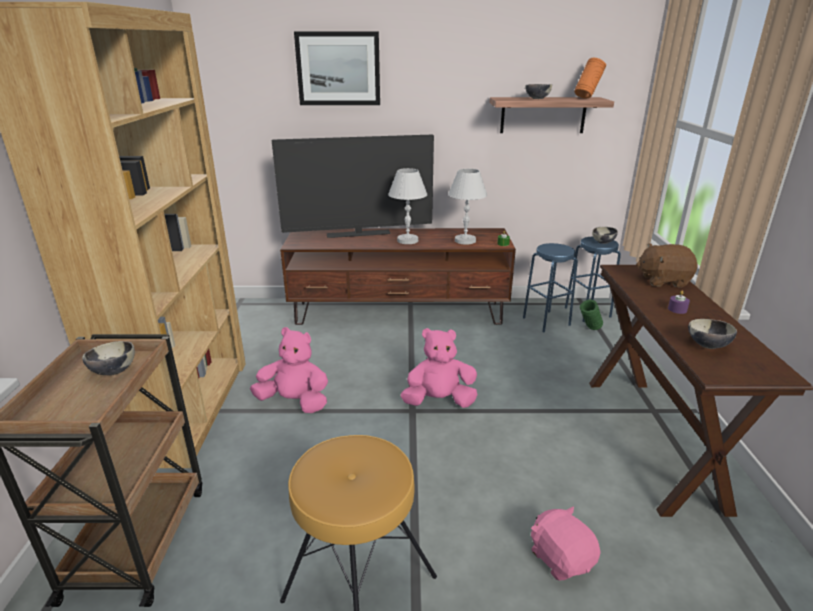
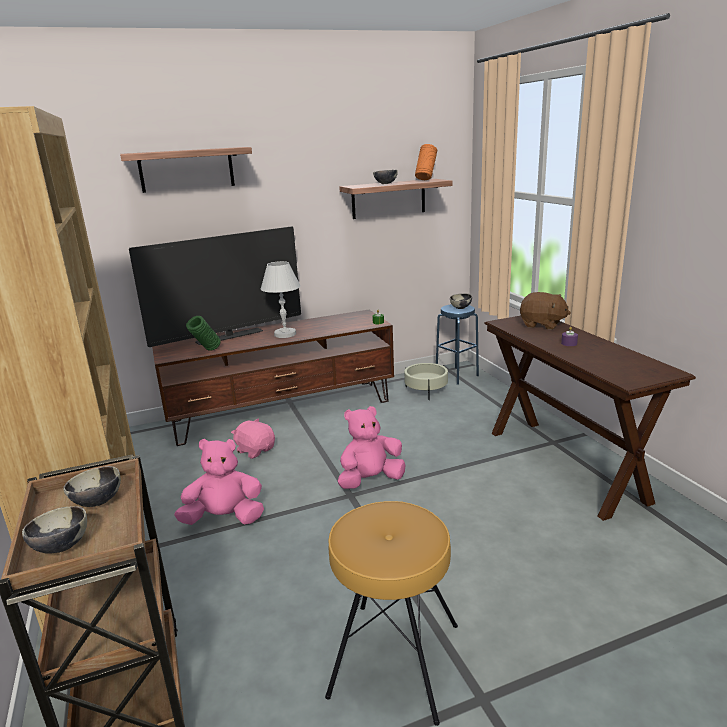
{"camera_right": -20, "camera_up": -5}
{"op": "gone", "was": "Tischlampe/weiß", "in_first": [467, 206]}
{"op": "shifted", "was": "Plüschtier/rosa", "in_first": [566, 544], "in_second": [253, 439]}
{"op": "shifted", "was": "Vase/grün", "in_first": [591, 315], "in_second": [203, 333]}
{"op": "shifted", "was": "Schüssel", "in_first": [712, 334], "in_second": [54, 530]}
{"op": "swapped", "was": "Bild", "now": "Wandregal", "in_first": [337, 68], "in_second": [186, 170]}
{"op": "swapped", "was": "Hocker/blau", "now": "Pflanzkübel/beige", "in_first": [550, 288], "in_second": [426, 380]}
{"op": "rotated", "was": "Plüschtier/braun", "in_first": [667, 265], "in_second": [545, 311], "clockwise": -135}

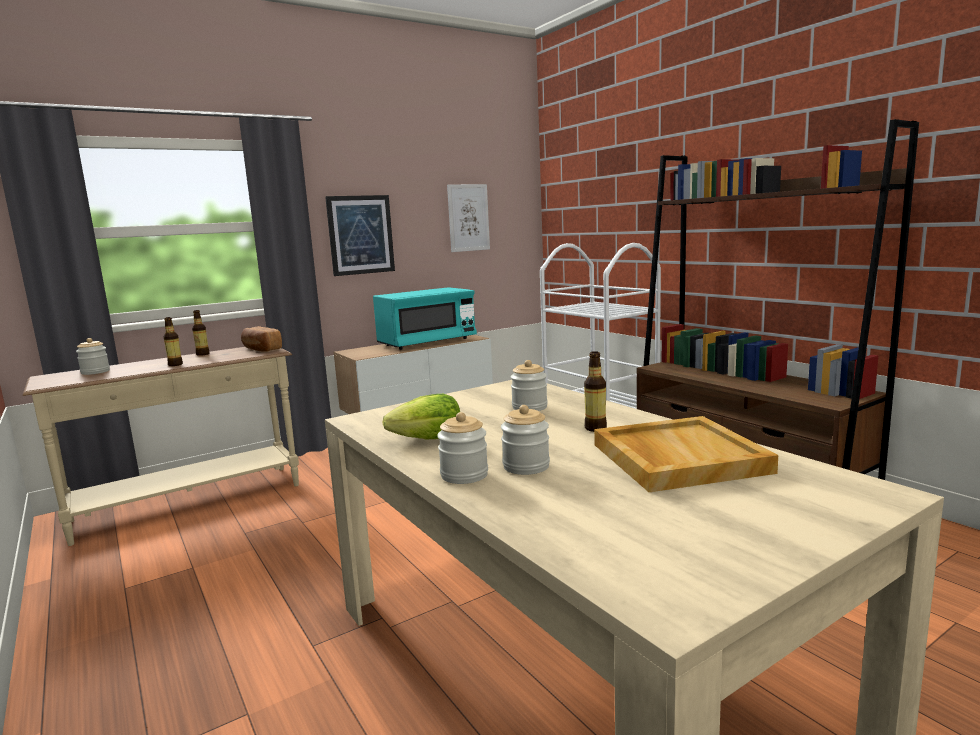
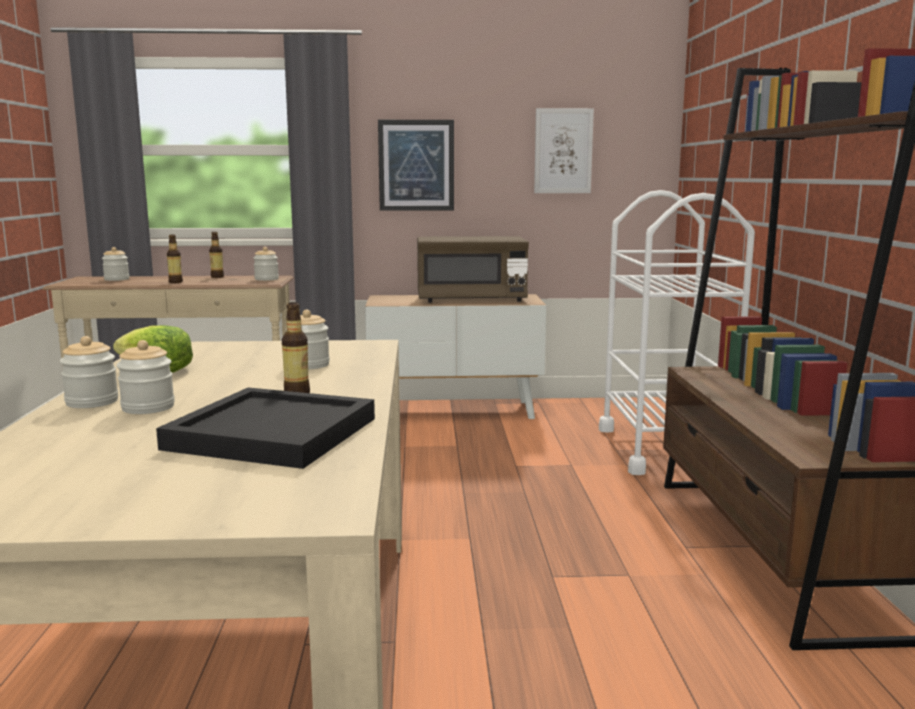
{"camera_right": 30, "camera_up": 0}
{"op": "swapped", "was": "Brot", "now": "Vorratsglas", "in_first": [261, 339], "in_second": [266, 264]}
{"op": "repainted", "was": "Mikrowelle/türkis", "now": "Mikrowelle/braun", "in_first": [425, 318], "in_second": [473, 269]}
{"op": "repainted", "was": "Tablett/beige", "now": "Tablett/schwarz", "in_first": [686, 454], "in_second": [265, 428]}

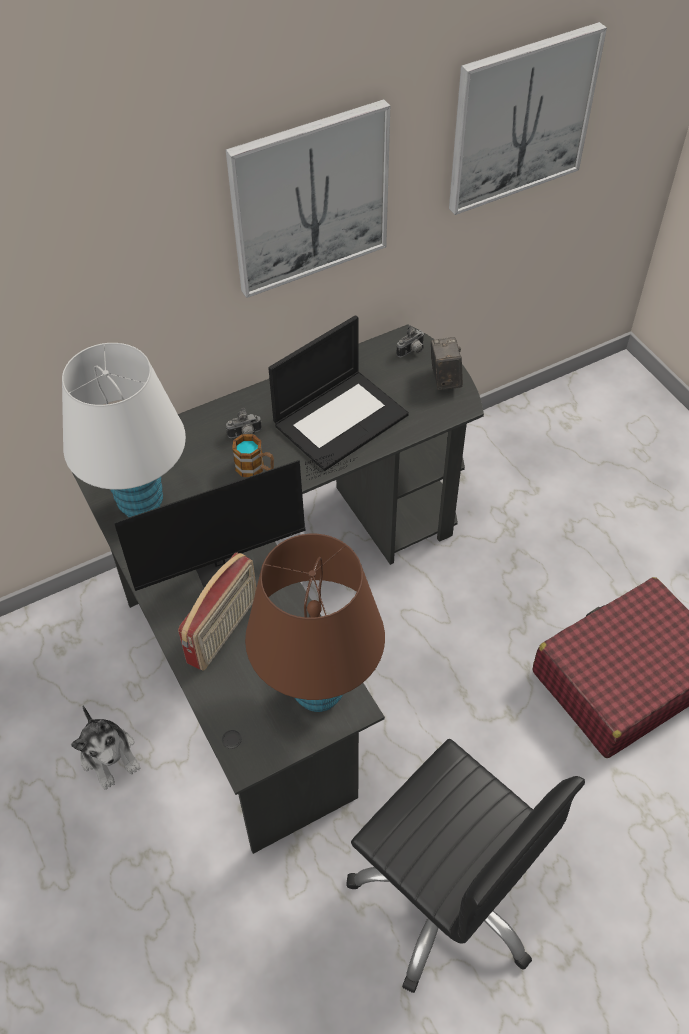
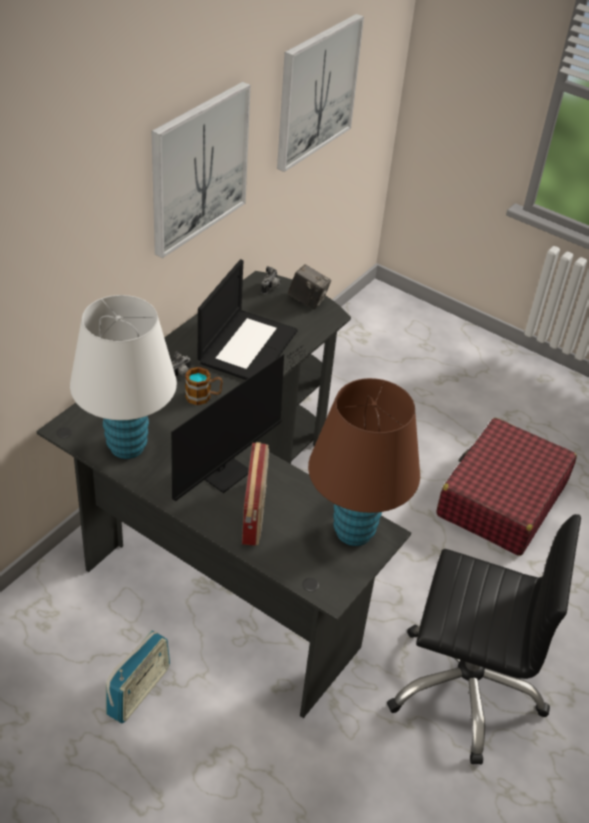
{"camera_right": -30, "camera_up": -10}
{"op": "swapped", "was": "Plüschtier", "now": "Radio", "in_first": [105, 747], "in_second": [138, 677]}
{"op": "rotated", "was": "Kamera", "in_first": [447, 363], "in_second": [309, 286], "clockwise": 150}

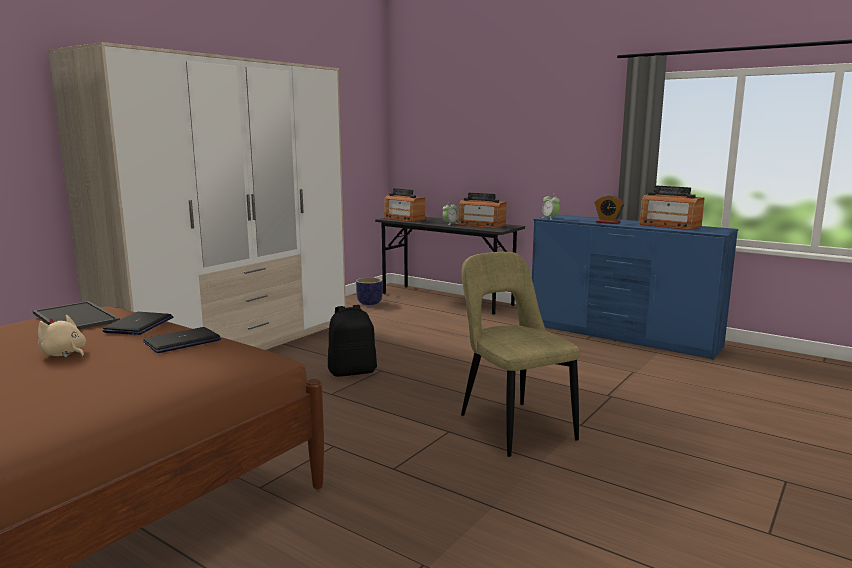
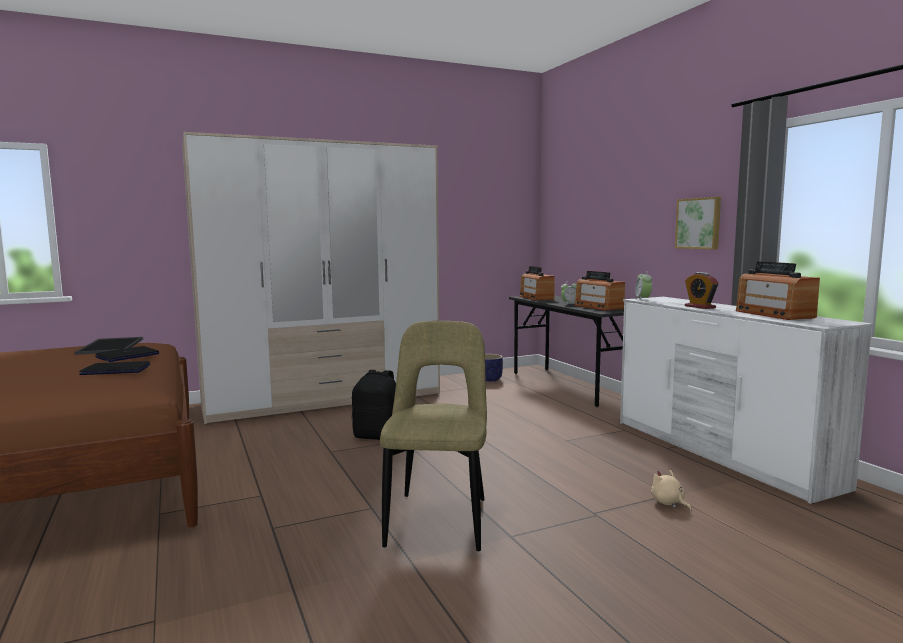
{"camera_right": 30, "camera_up": -5}
{"op": "new", "now": "Bild", "in_second": [698, 223]}
{"op": "shifted", "was": "Plüschtier/beige", "in_first": [62, 336], "in_second": [671, 490]}
{"op": "repainted", "was": "Kommode/blau", "now": "Kommode/weiß", "in_first": [635, 287], "in_second": [746, 400]}

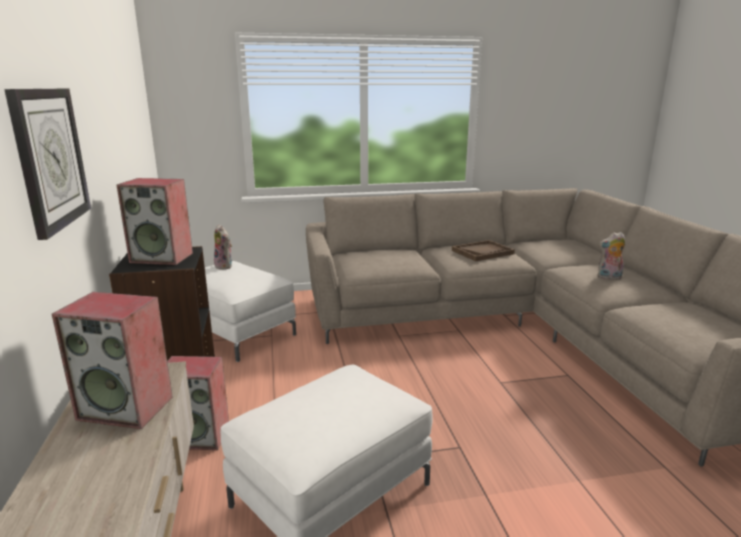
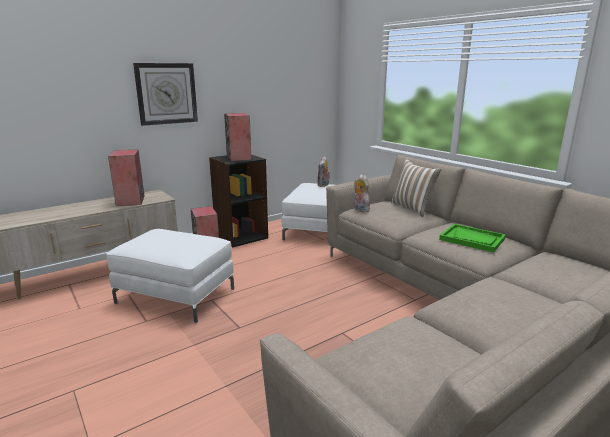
{"camera_right": 65, "camera_up": 0}
{"op": "new", "now": "Kissen", "in_second": [416, 188]}
{"op": "shifted", "was": "Plüschtier", "in_first": [611, 256], "in_second": [362, 193]}
{"op": "repainted", "was": "Tablett/braun", "now": "Tablett/grün", "in_first": [483, 250], "in_second": [472, 238]}

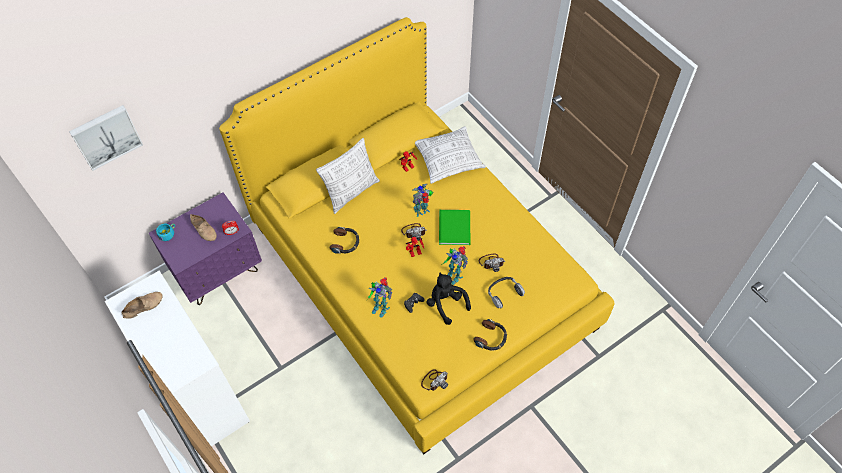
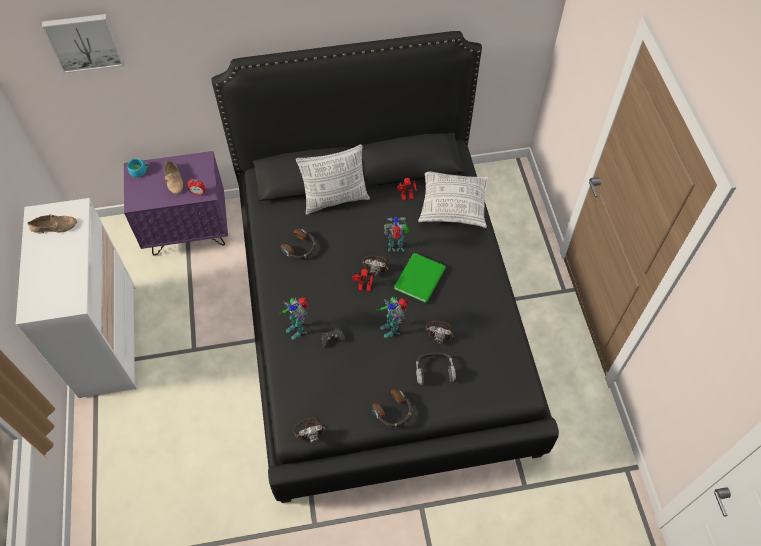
{"camera_right": 25, "camera_up": 0}
{"op": "gone", "was": "Plüschtier/schwarz", "in_first": [448, 299]}
{"op": "repainted", "was": "Bett/gelb", "now": "Bett/schwarz", "in_first": [417, 235], "in_second": [385, 267]}

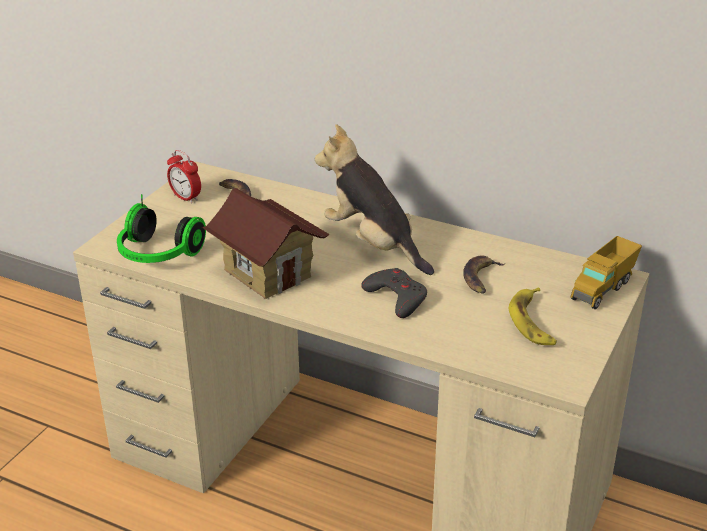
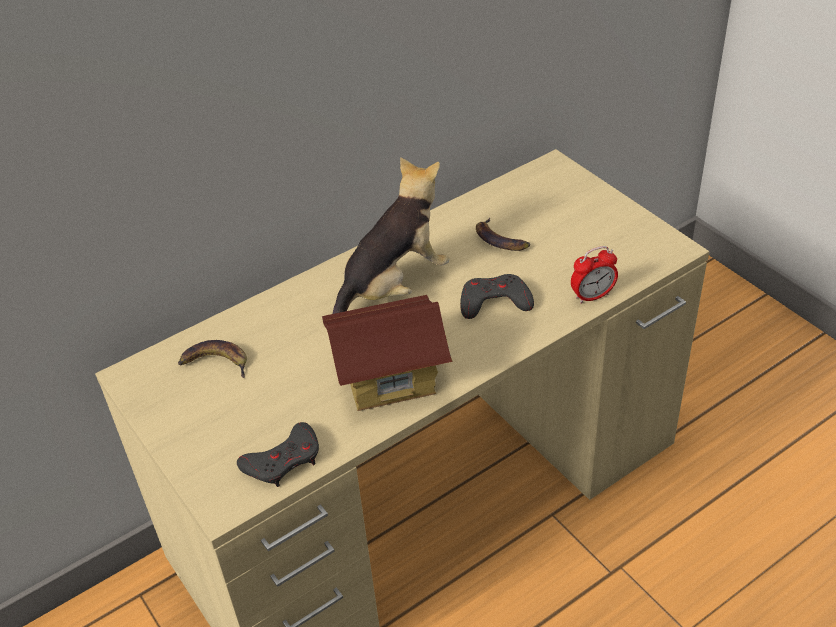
{"camera_right": -60, "camera_up": 10}
{"op": "gone", "was": "Banane", "in_first": [533, 316]}
{"op": "gone", "was": "Spielzeuglaster", "in_first": [606, 272]}
{"op": "shifted", "was": "Wecker", "in_first": [184, 177], "in_second": [594, 275]}
{"op": "swapped", "was": "Kopfhörer", "now": "Gamepad/grau", "in_first": [161, 228], "in_second": [278, 454]}
{"op": "rotated", "was": "Plüschtier", "in_first": [374, 199], "in_second": [391, 235], "clockwise": 150}

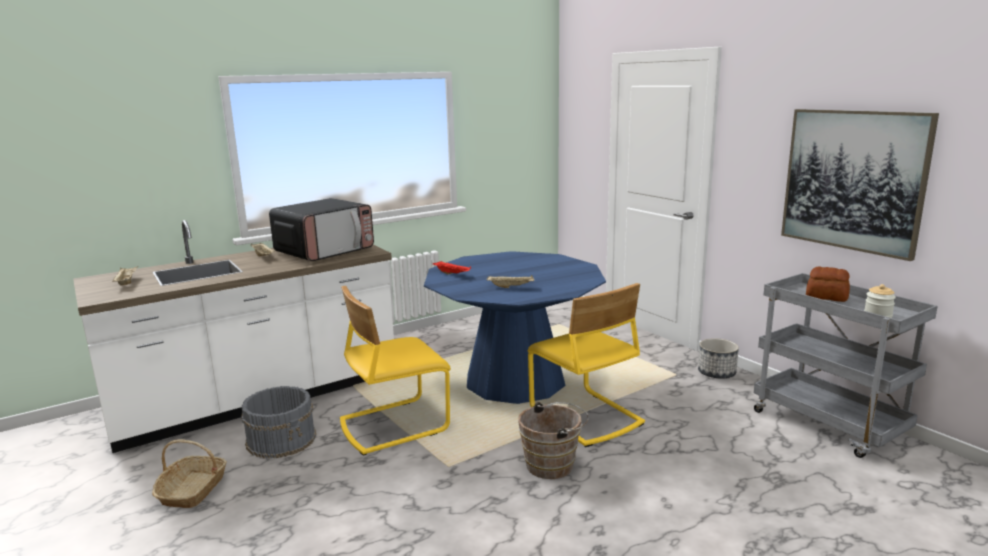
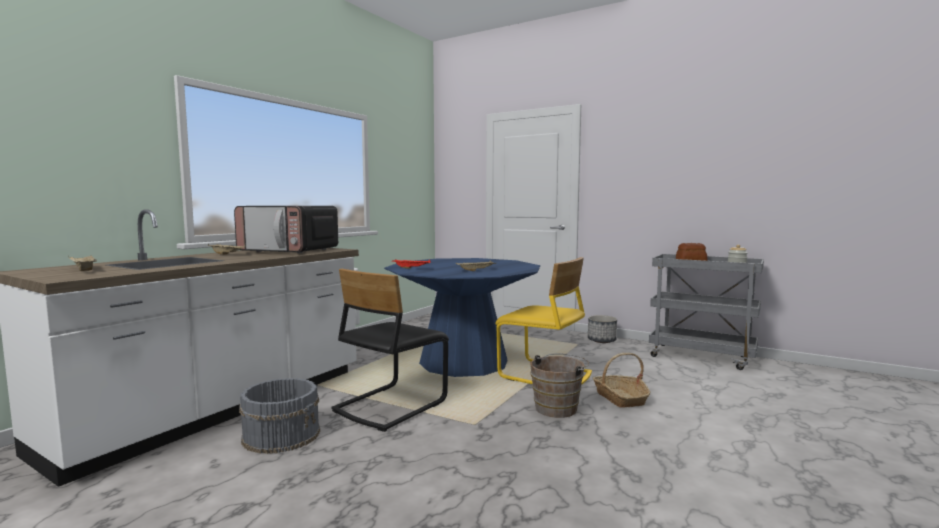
{"camera_right": -25, "camera_up": -10}
{"op": "gone", "was": "Bild", "in_first": [860, 185]}
{"op": "shifted", "was": "Korb", "in_first": [189, 473], "in_second": [622, 380]}
{"op": "repainted", "was": "Stuhl/gelb", "now": "Stuhl/schwarz", "in_first": [395, 371], "in_second": [390, 350]}
{"op": "rotated", "was": "Mikrowelle", "in_first": [321, 229], "in_second": [286, 229], "clockwise": 90}

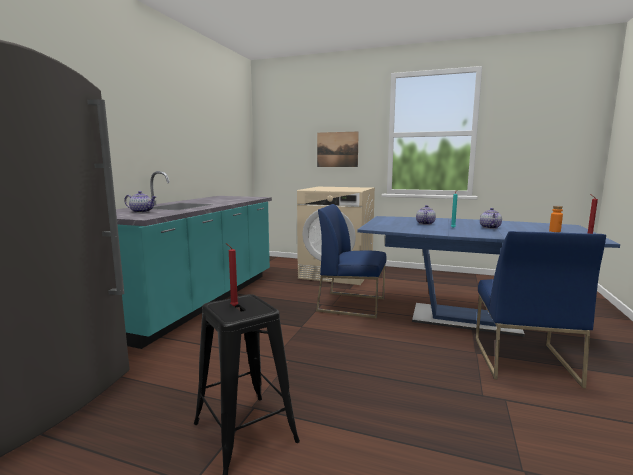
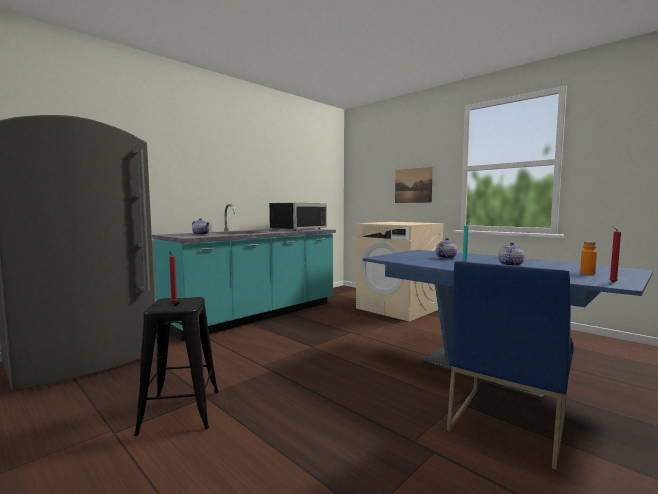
{"camera_right": 25, "camera_up": -5}
{"op": "gone", "was": "Stuhl/blau", "in_first": [351, 261]}
{"op": "new", "now": "Mikrowelle/schwarz", "in_second": [298, 217]}

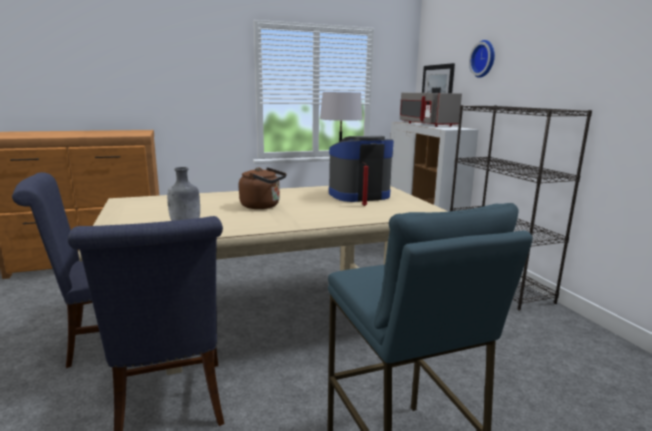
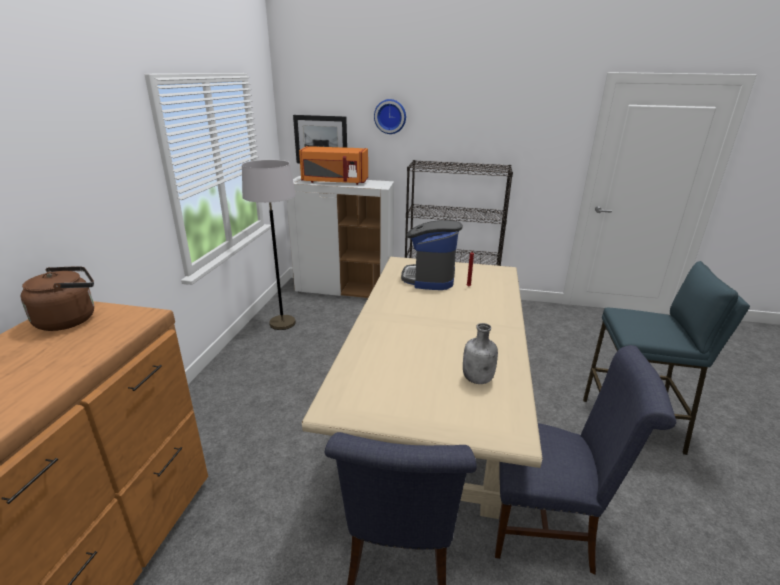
{"camera_right": -60, "camera_up": 10}
{"op": "shifted", "was": "Wasserkessel/braun", "in_first": [263, 188], "in_second": [57, 298]}
{"op": "repainted", "was": "Mikrowelle/grau", "now": "Mikrowelle/orange", "in_first": [431, 110], "in_second": [333, 165]}

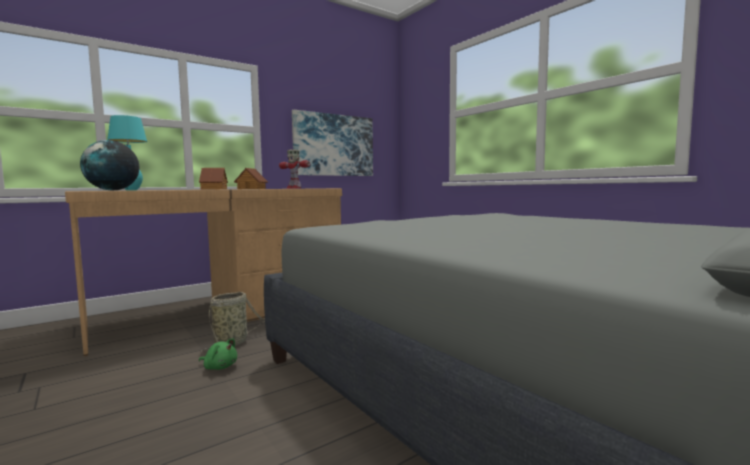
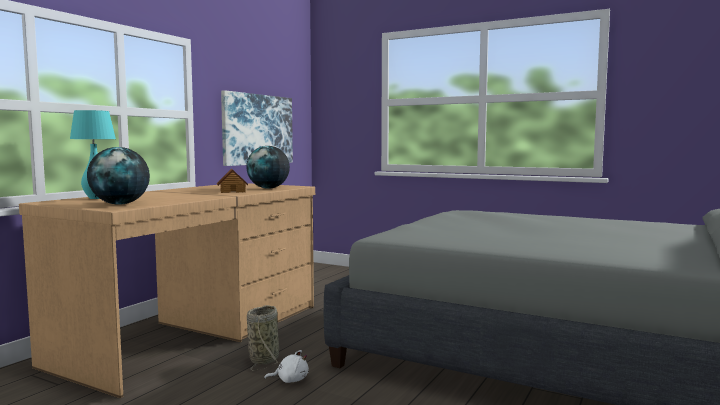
{"camera_right": -25, "camera_up": 0}
{"op": "gone", "was": "Spielzeughaus", "in_first": [213, 179]}
{"op": "swapped", "was": "Spielzeugroboter", "now": "Globus", "in_first": [294, 169], "in_second": [268, 167]}
{"op": "repainted", "was": "Plüschtier/grün", "now": "Plüschtier/weiß", "in_first": [218, 354], "in_second": [286, 366]}

